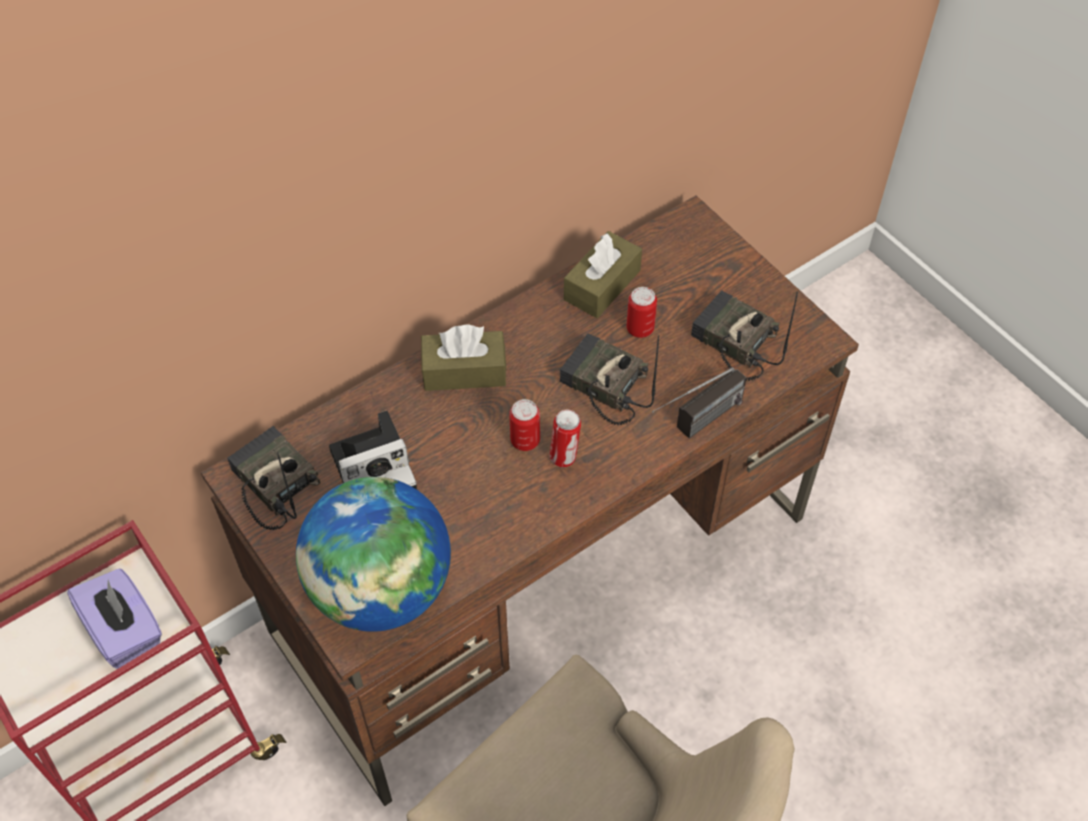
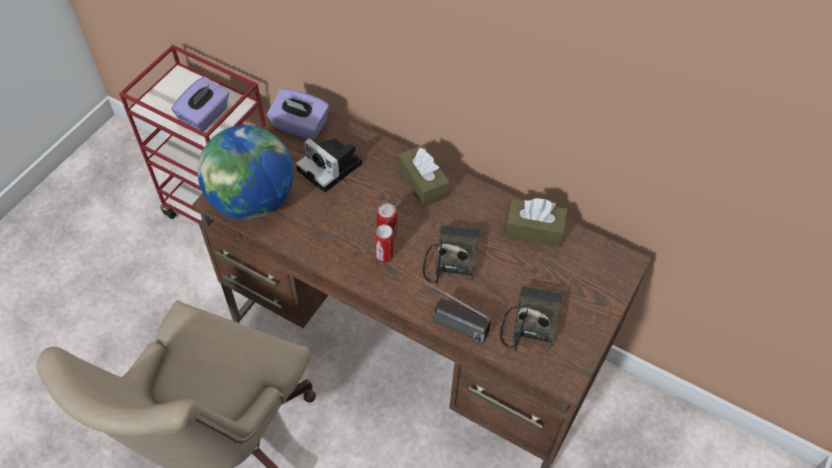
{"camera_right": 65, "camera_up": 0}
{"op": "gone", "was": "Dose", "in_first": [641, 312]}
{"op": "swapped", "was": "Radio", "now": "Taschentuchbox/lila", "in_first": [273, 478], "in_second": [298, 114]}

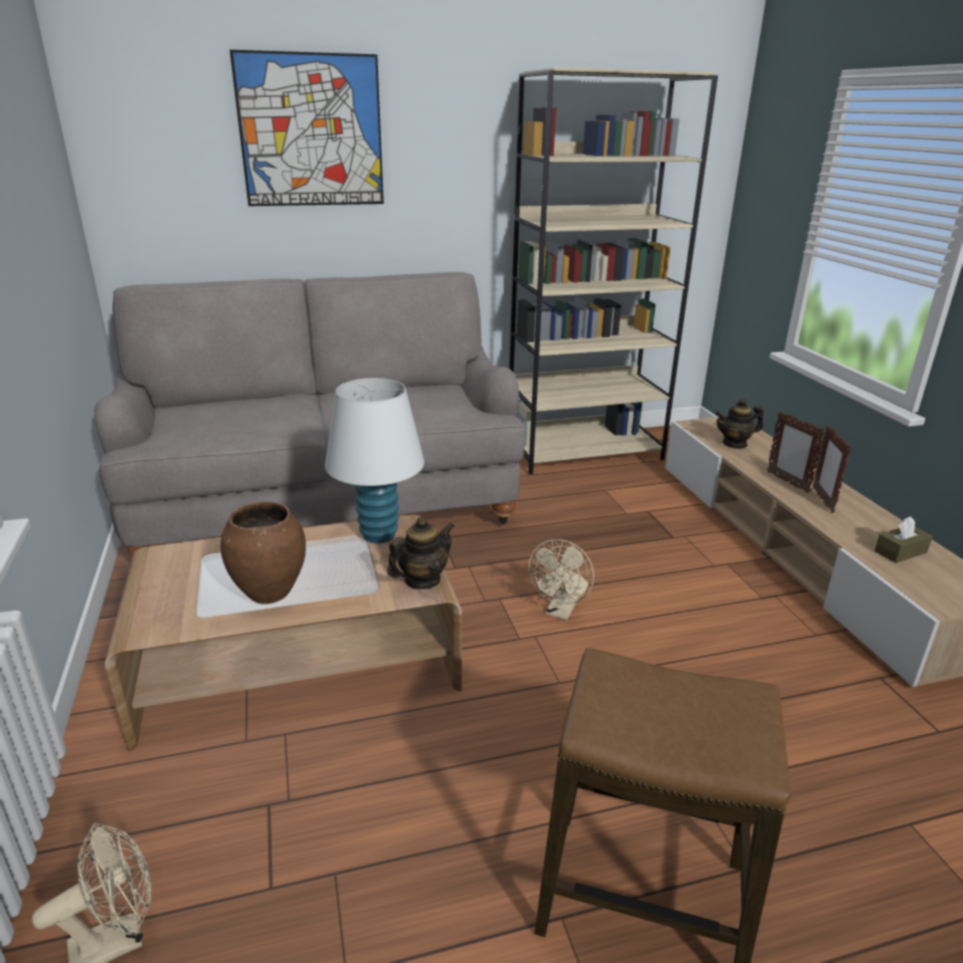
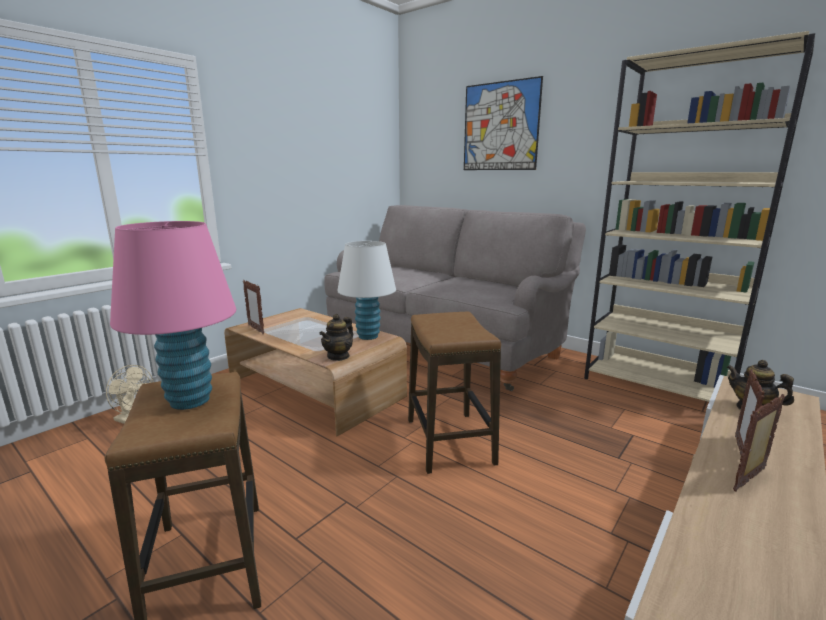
{"camera_right": 55, "camera_up": -10}
{"op": "gone", "was": "Vase/braun", "in_first": [263, 553]}
{"op": "gone", "was": "Taschentuchbox/braun", "in_first": [903, 539]}
{"op": "new", "now": "Tischlampe/rosa", "in_second": [173, 315]}
{"op": "new", "now": "Bilderrahmen", "in_second": [253, 307]}
{"op": "swapped", "was": "Ventilator/beige", "now": "Hocker", "in_first": [561, 579], "in_second": [454, 393]}
{"op": "rotated", "was": "Teekanne", "in_first": [420, 552], "in_second": [336, 337], "clockwise": 105}

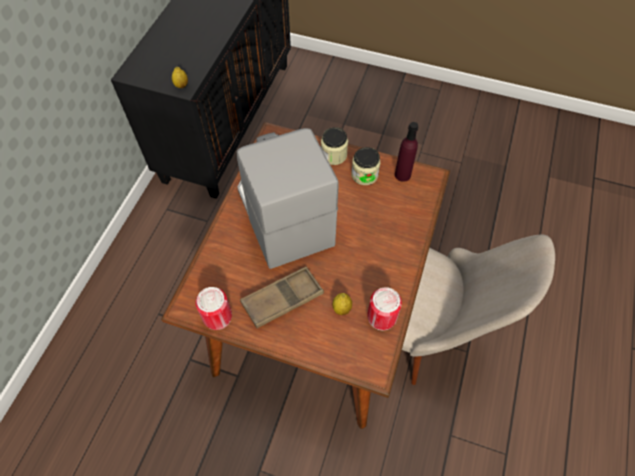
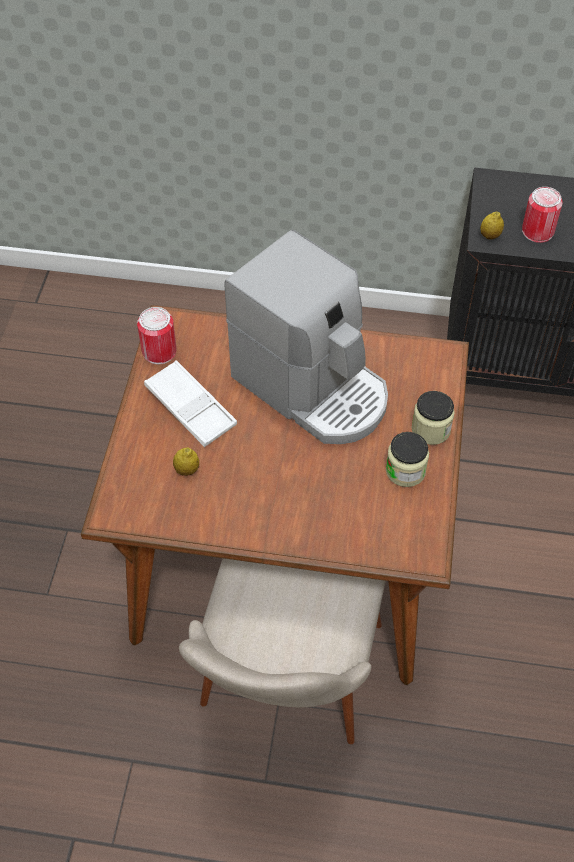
{"camera_right": 80, "camera_up": -5}
{"op": "gone", "was": "Flasche/lila", "in_first": [406, 152]}
{"op": "shifted", "was": "Dose", "in_first": [384, 308], "in_second": [542, 215]}
{"op": "repainted", "was": "Tablett/braun", "now": "Tablett/weiß", "in_first": [282, 297], "in_second": [190, 403]}
{"op": "rotated", "was": "Kaffeemaschine", "in_first": [287, 198], "in_second": [306, 337], "clockwise": 75}

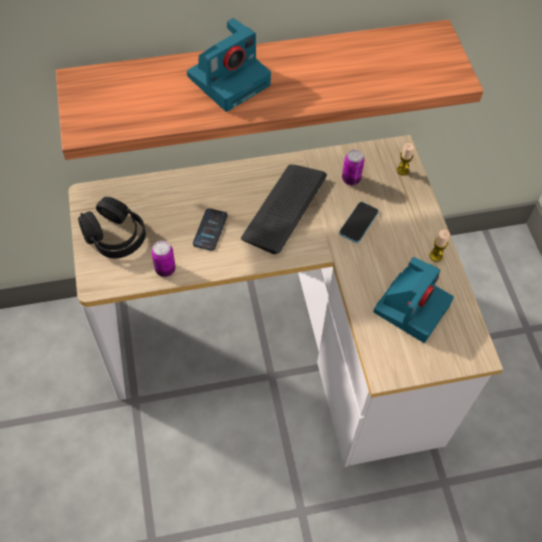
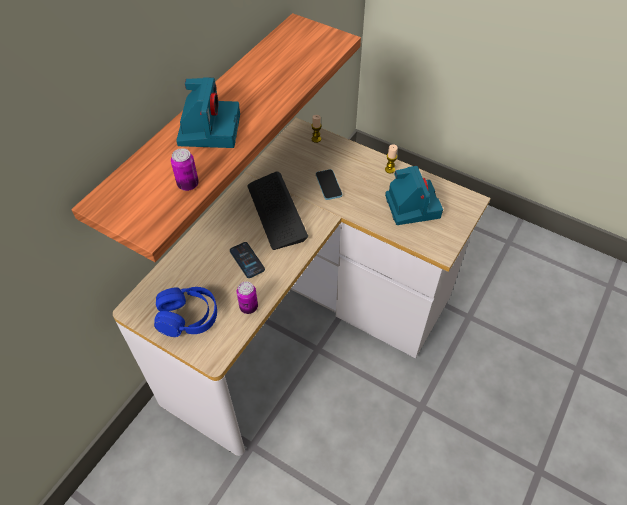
{"camera_right": -45, "camera_up": -5}
{"op": "shifted", "was": "Dose", "in_first": [353, 167], "in_second": [185, 169]}
{"op": "repainted", "was": "Kopfhörer/schwarz", "now": "Kopfhörer/blau", "in_first": [112, 227], "in_second": [185, 312]}

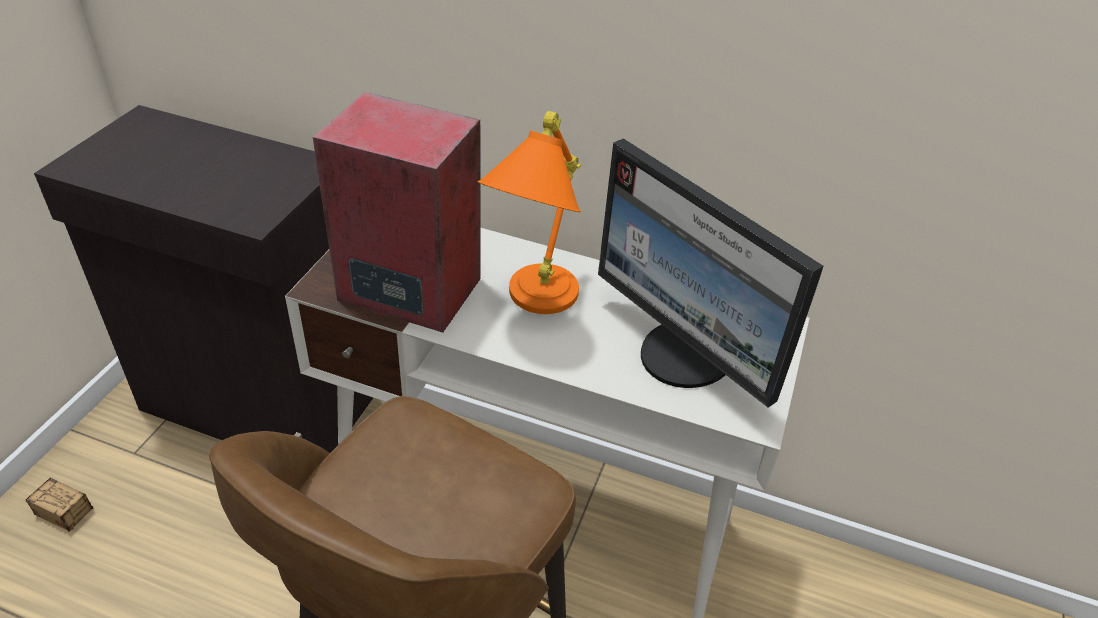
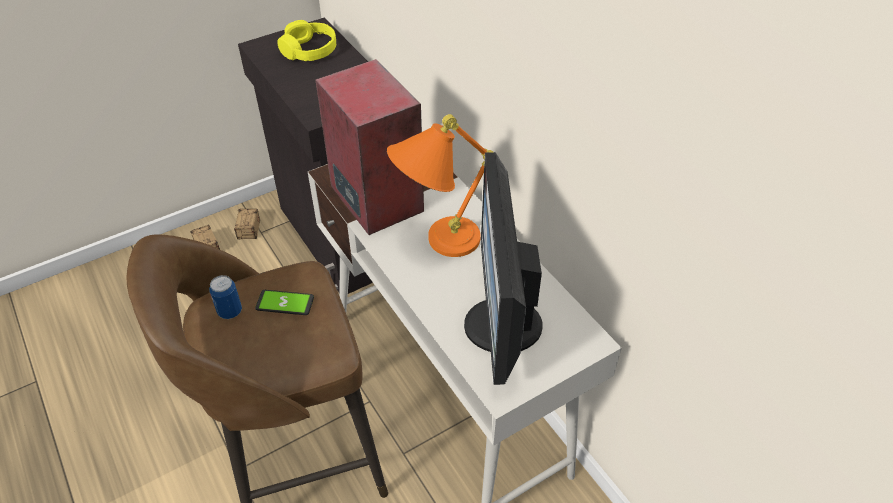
{"camera_right": 40, "camera_up": 5}
{"op": "new", "now": "Dose", "in_second": [225, 297]}
{"op": "new", "now": "Aufbewahrungsbox", "in_second": [247, 224]}
{"op": "new", "now": "Handy", "in_second": [284, 302]}
{"op": "new", "now": "Kopfhörer/gelb", "in_second": [306, 40]}

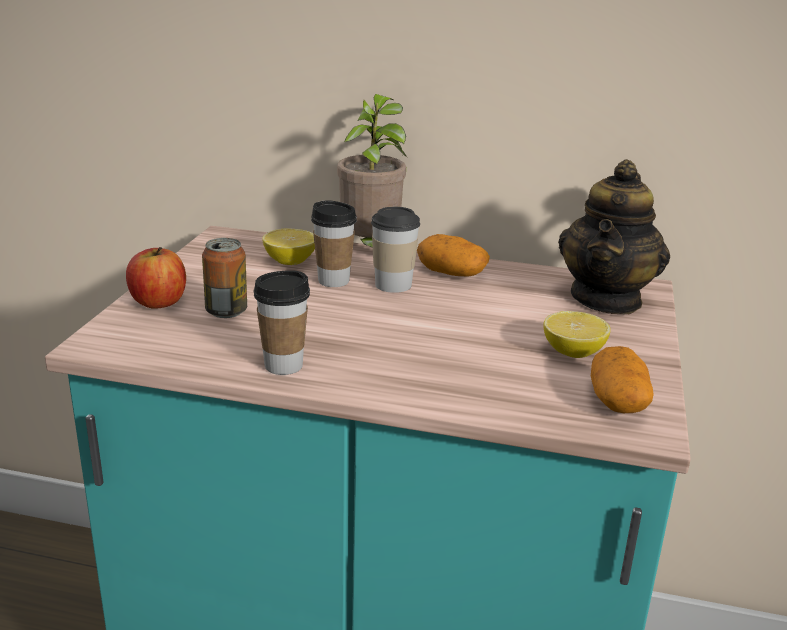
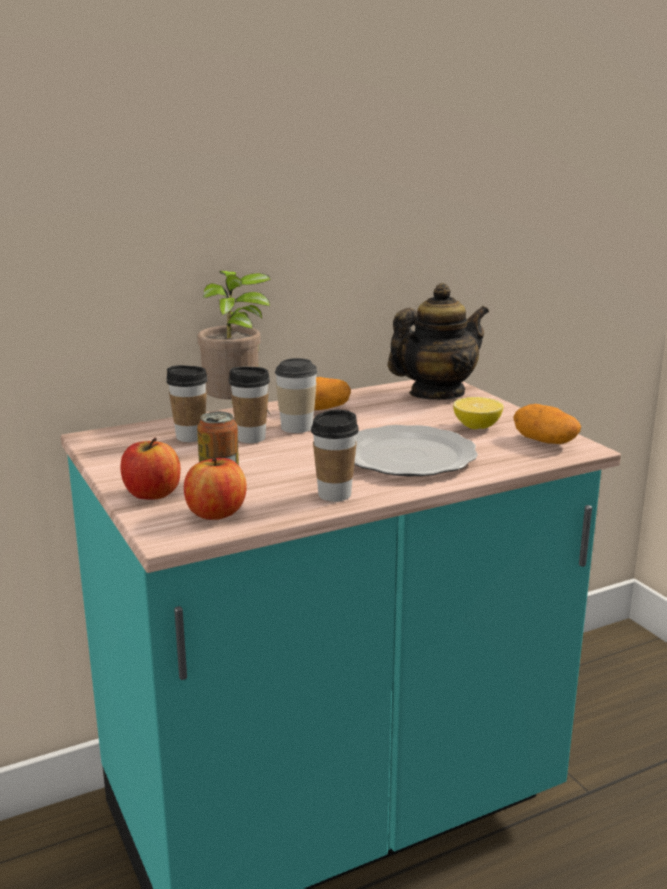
{"camera_right": -40, "camera_up": -5}
{"op": "new", "now": "Apfel", "in_second": [215, 489]}
{"op": "new", "now": "Teller", "in_second": [416, 450]}
{"op": "swapped", "was": "Zitrone", "now": "Tasse", "in_first": [288, 246], "in_second": [187, 403]}
{"op": "rotated", "was": "Teekanne", "in_first": [614, 236], "in_second": [438, 341], "clockwise": -105}

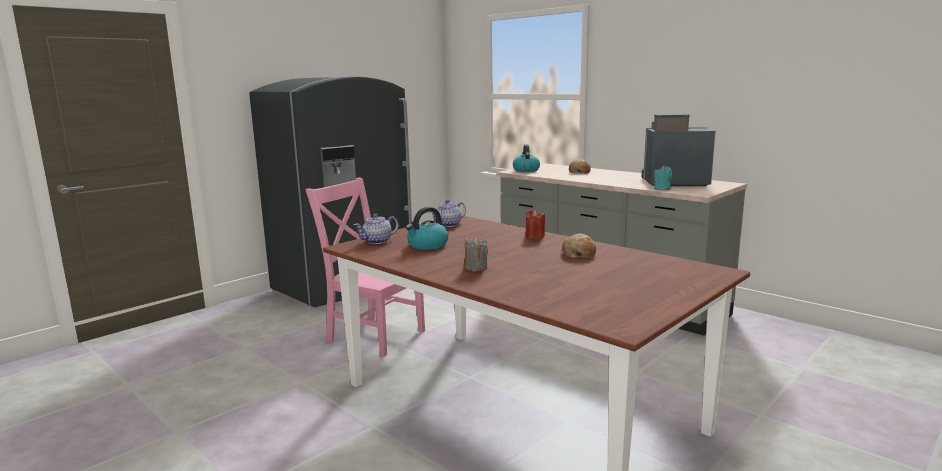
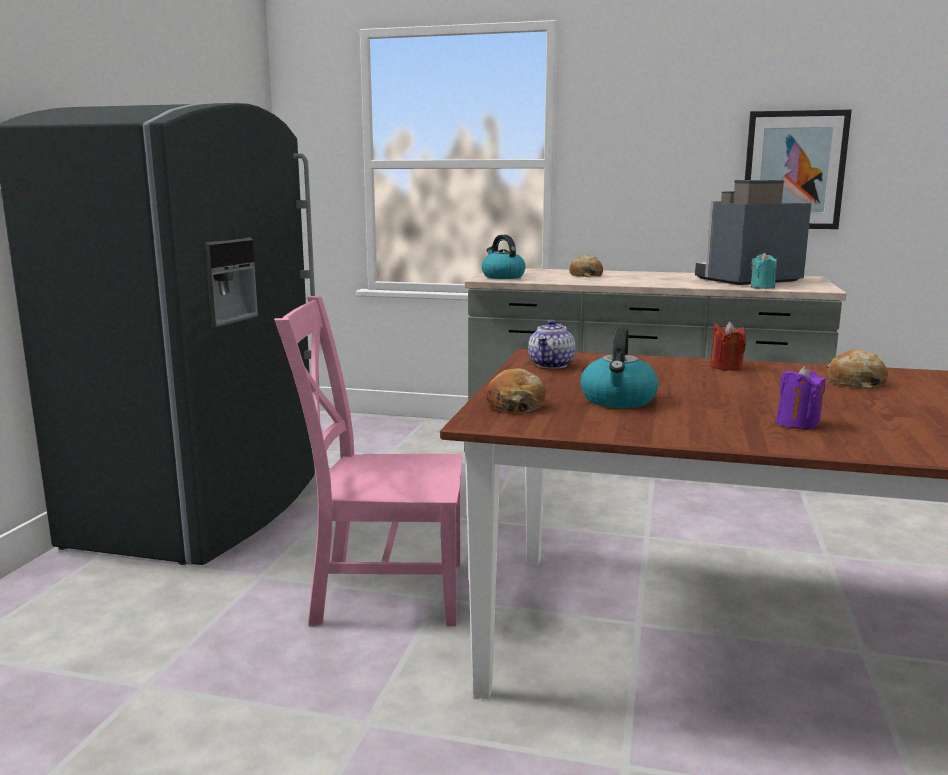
{"camera_right": -30, "camera_up": 0}
{"op": "new", "now": "Bild", "in_second": [798, 169]}
{"op": "swapped", "was": "Teekanne", "now": "Brot", "in_first": [376, 229], "in_second": [516, 390]}
{"op": "repainted", "was": "Kerze/grau", "now": "Kerze/lila", "in_first": [476, 254], "in_second": [801, 398]}

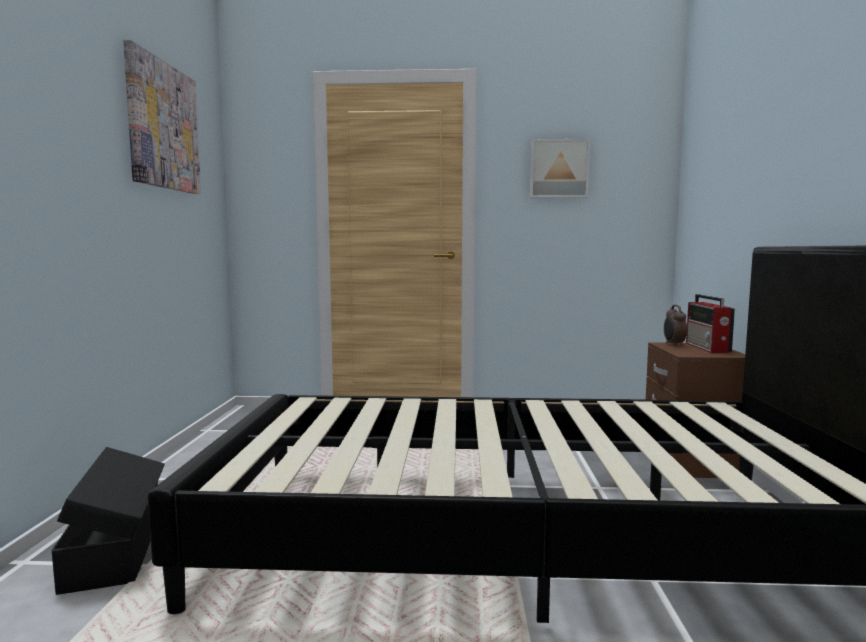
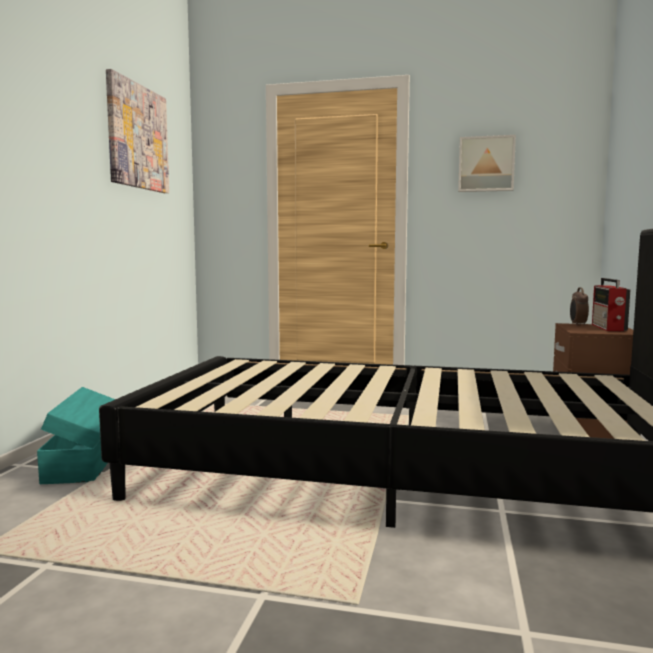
{"camera_right": 10, "camera_up": 0}
{"op": "repainted", "was": "Aufbewahrungsbox/schwarz", "now": "Aufbewahrungsbox/türkis", "in_first": [108, 521], "in_second": [76, 435]}

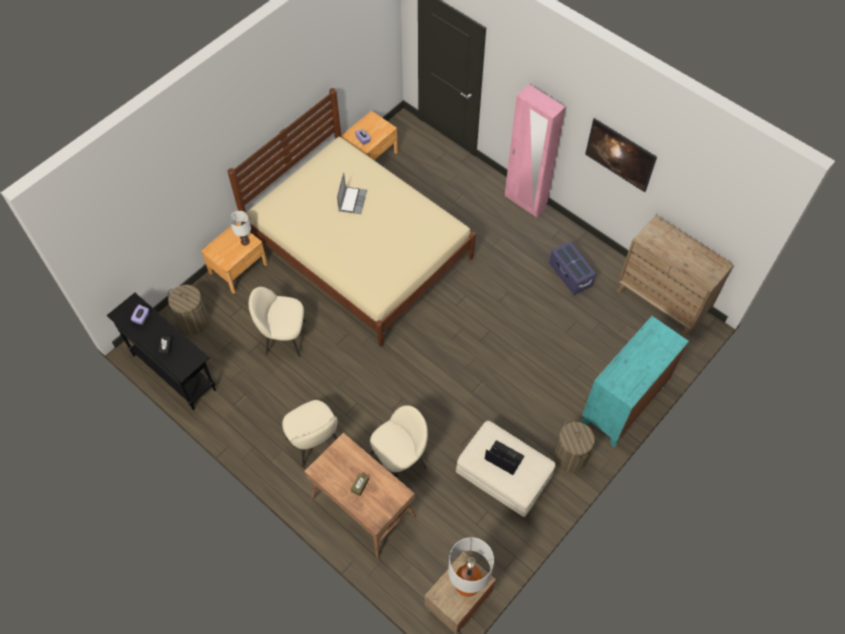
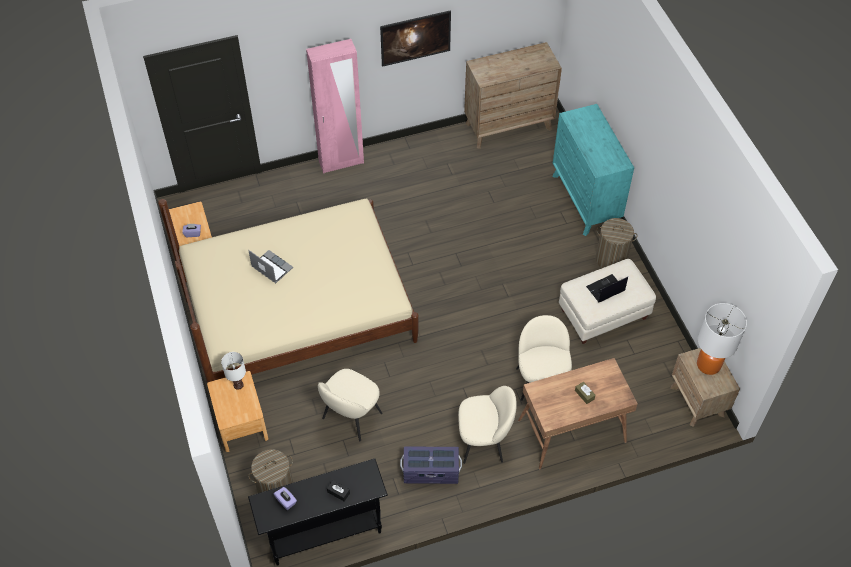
{"camera_right": -60, "camera_up": -5}
{"op": "shifted", "was": "Aufbewahrungsbox/lila", "in_first": [572, 268], "in_second": [431, 465]}

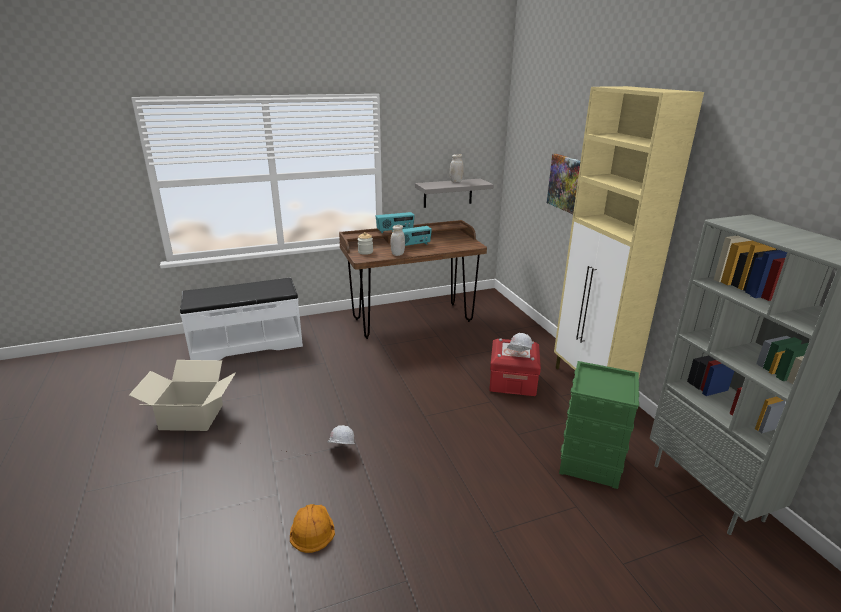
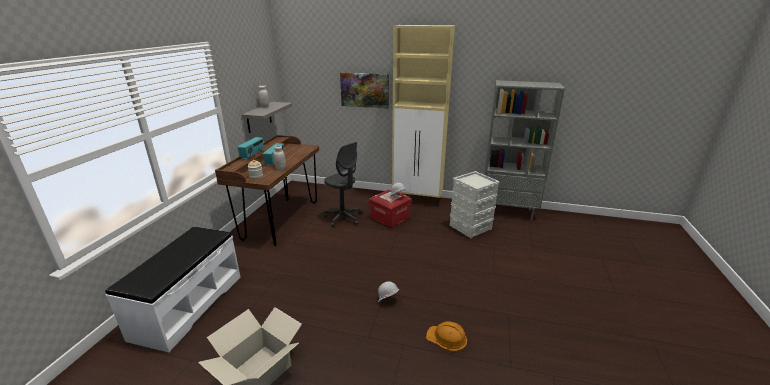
{"camera_right": -55, "camera_up": 0}
{"op": "new", "now": "Bürostuhl/grau", "in_second": [343, 184]}
{"op": "repainted", "was": "Aufbewahrungsbox/grün", "now": "Aufbewahrungsbox/grau", "in_first": [599, 425], "in_second": [475, 204]}

